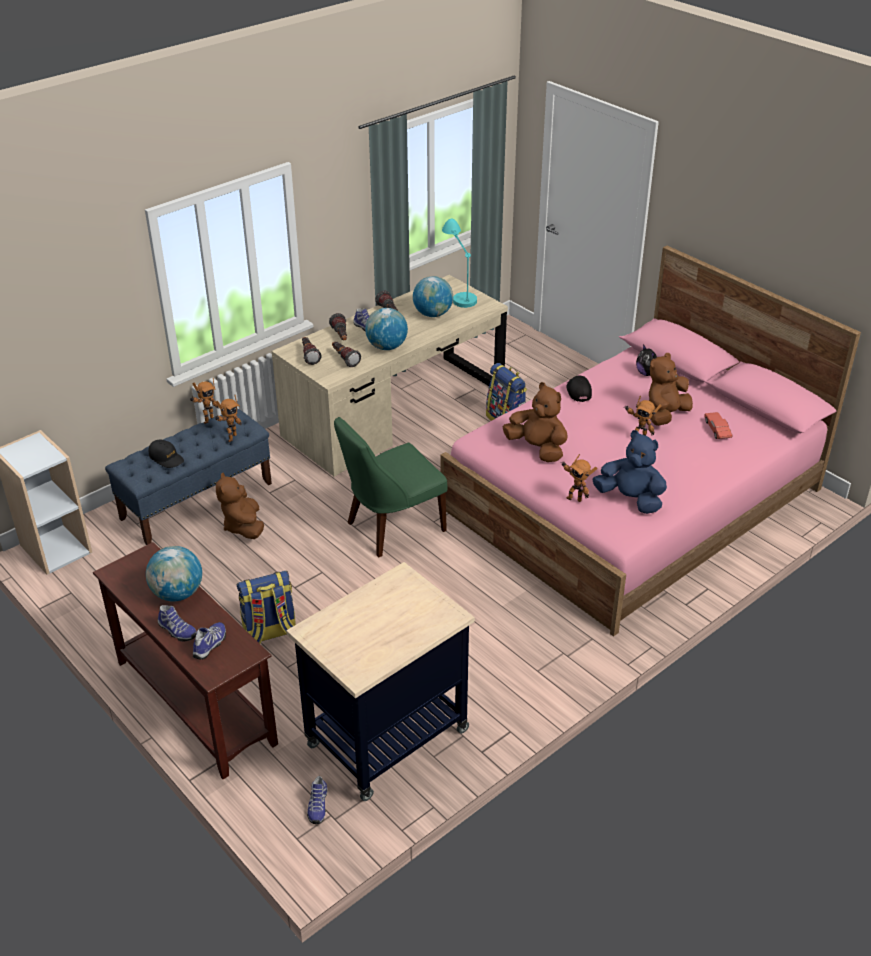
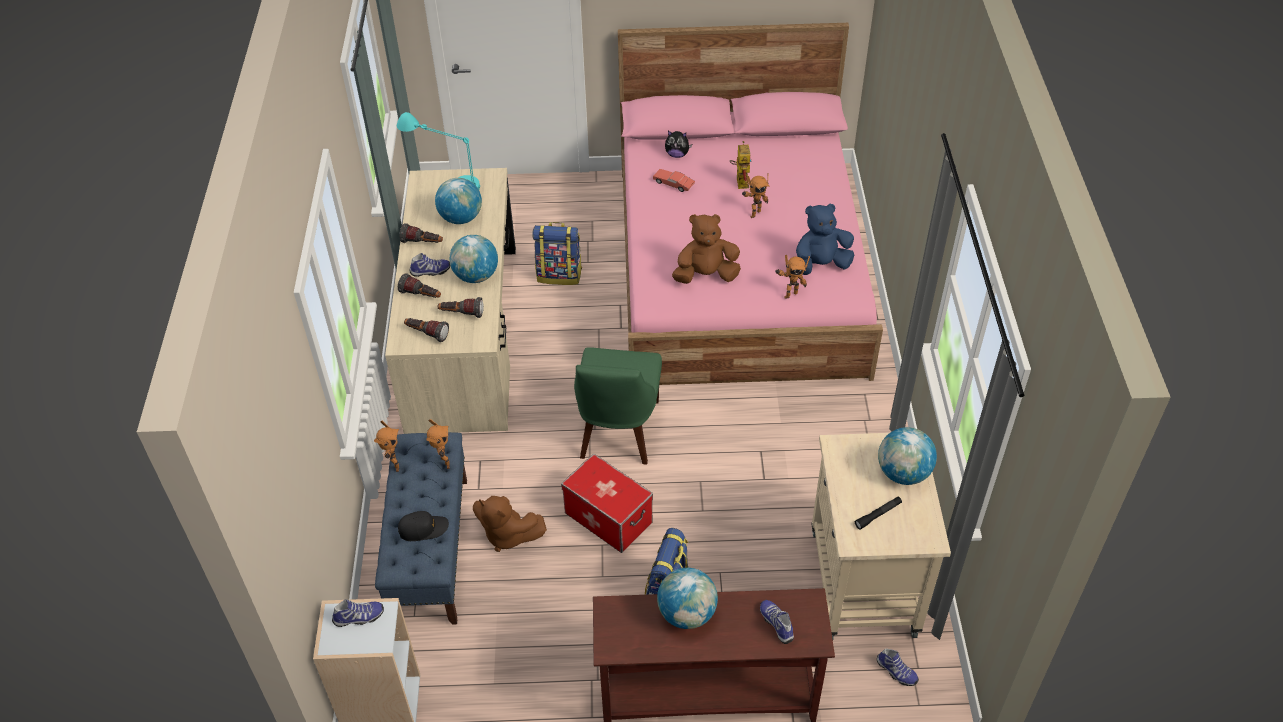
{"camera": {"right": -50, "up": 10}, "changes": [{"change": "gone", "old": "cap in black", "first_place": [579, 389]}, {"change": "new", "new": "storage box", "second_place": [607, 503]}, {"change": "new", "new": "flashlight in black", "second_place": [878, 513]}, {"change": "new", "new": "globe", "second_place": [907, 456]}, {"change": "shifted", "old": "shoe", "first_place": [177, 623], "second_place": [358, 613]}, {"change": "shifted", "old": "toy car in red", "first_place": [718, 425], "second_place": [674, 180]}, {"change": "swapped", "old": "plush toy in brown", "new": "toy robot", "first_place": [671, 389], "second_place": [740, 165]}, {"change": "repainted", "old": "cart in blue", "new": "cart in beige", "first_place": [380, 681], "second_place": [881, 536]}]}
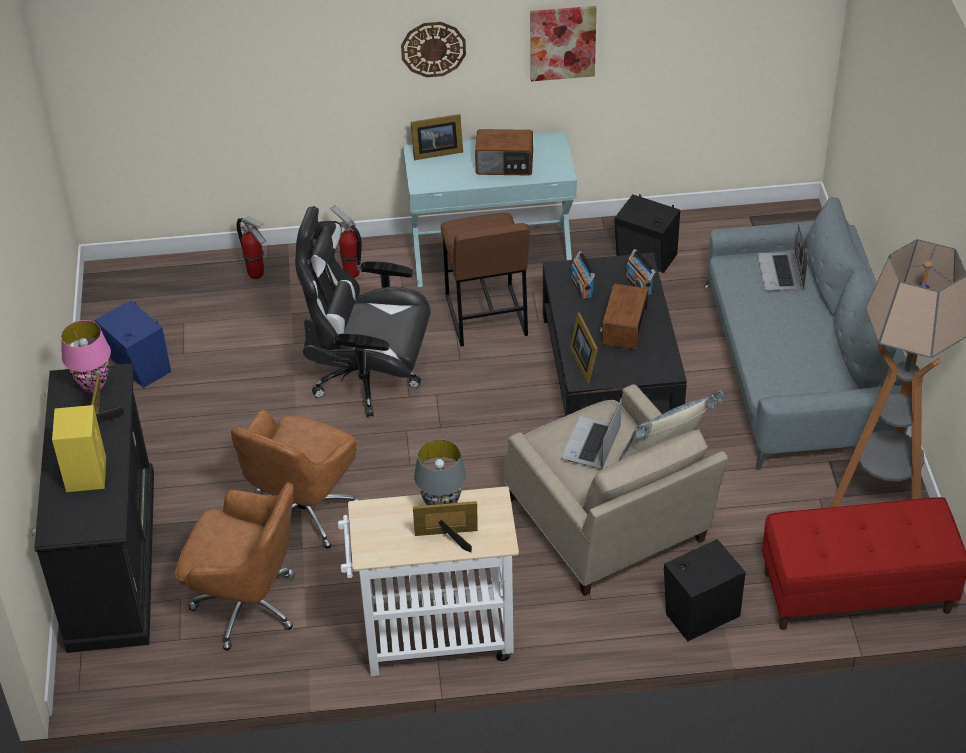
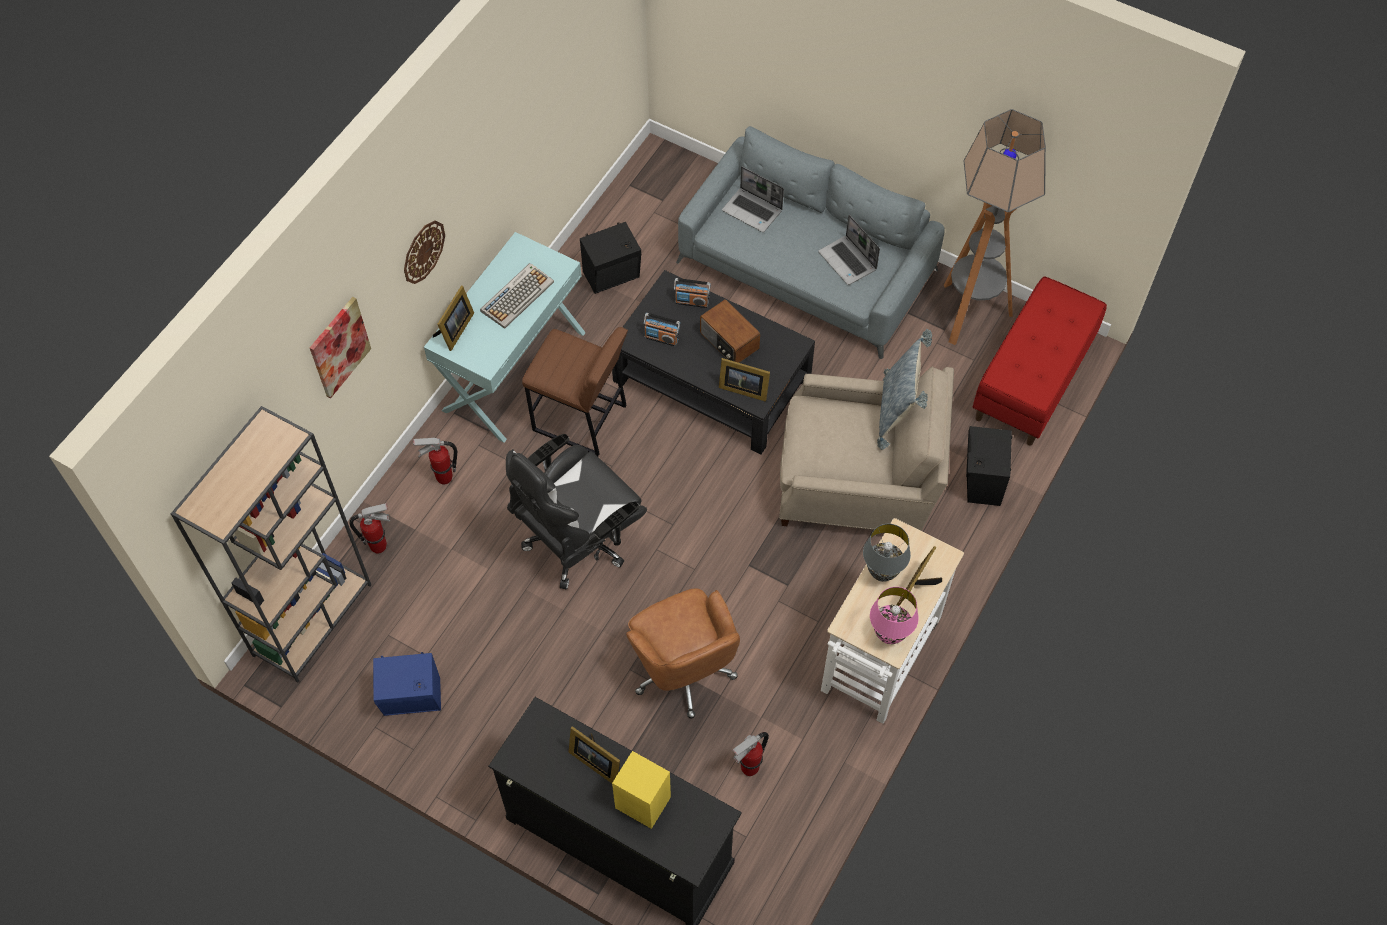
{"camera": {"right": -55, "up": 15}, "changes": [{"change": "new", "new": "bookcase", "second_place": [271, 544]}, {"change": "shifted", "old": "table lamp in pink", "first_place": [86, 356], "second_place": [894, 615]}, {"change": "shifted", "old": "picture", "first_place": [563, 43], "second_place": [340, 348]}, {"change": "shifted", "old": "laptop", "first_place": [591, 433], "second_place": [849, 250]}, {"change": "swapped", "old": "office chair in brown", "new": "fire extinguisher", "first_place": [234, 566], "second_place": [750, 754]}, {"change": "swapped", "old": "radio", "new": "keyboard", "first_place": [504, 152], "second_place": [517, 296]}]}
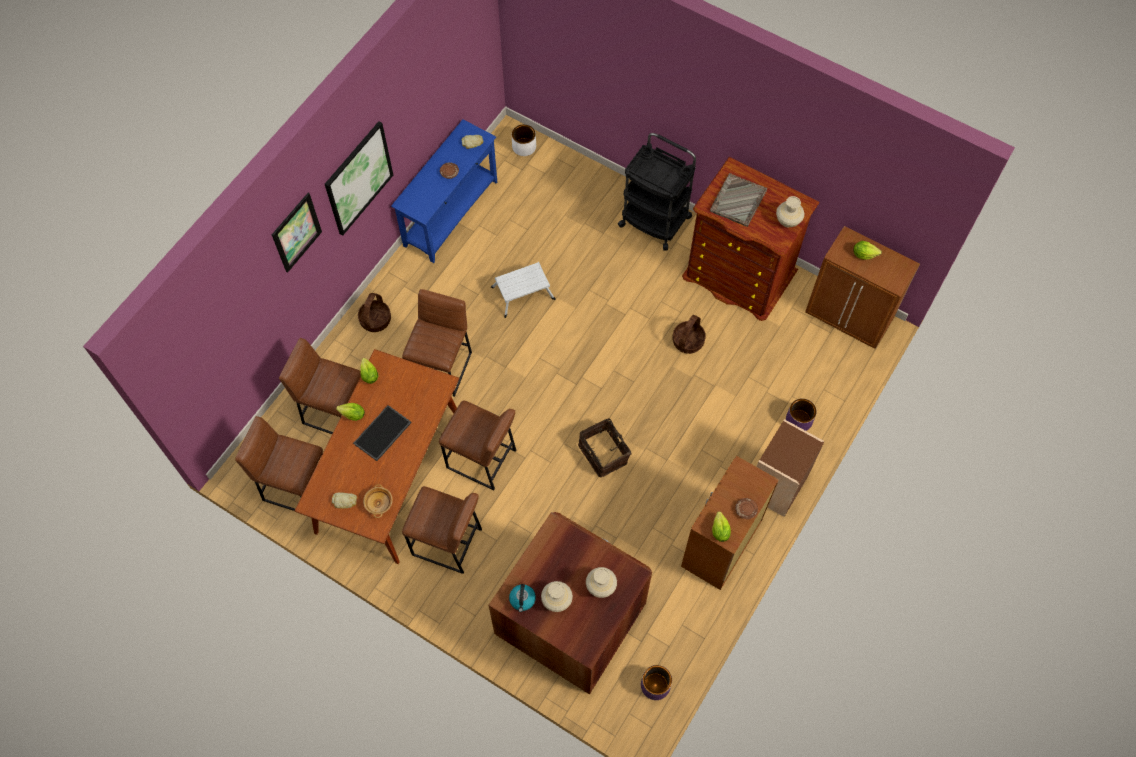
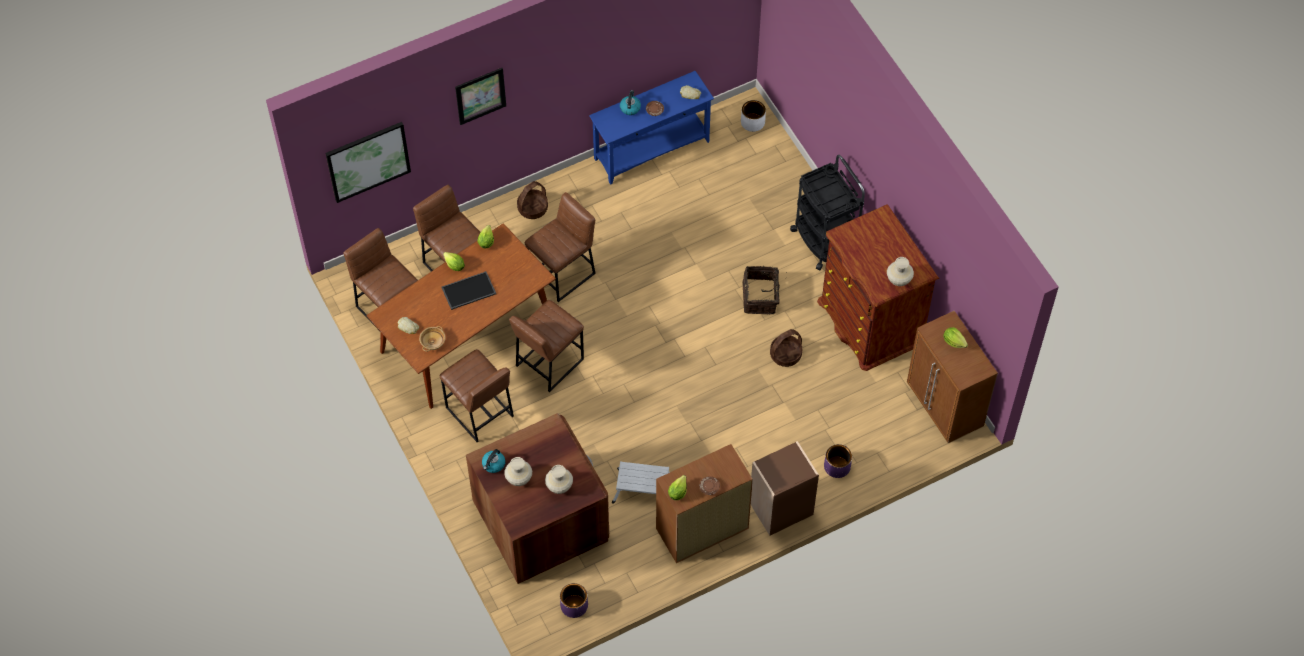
{"camera": {"right": 30, "up": -5}, "changes": [{"change": "gone", "old": "tray in grey", "first_place": [738, 200]}, {"change": "new", "new": "kettle", "second_place": [630, 102]}, {"change": "shifted", "old": "picture", "first_place": [359, 178], "second_place": [368, 162]}, {"change": "shifted", "old": "step ladder in white", "first_place": [523, 290], "second_place": [641, 482]}, {"change": "shifted", "old": "basket", "first_place": [605, 447], "second_place": [763, 290]}, {"change": "rotated", "old": "chair in brown", "first_place": [477, 445], "second_place": [546, 346], "degrees": 75}]}
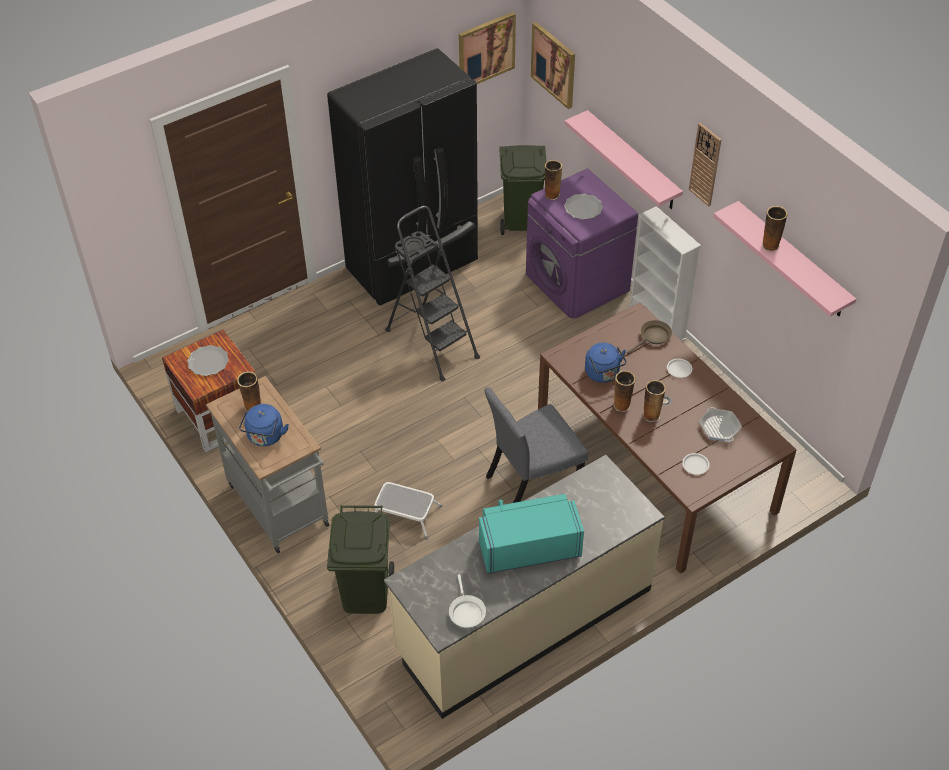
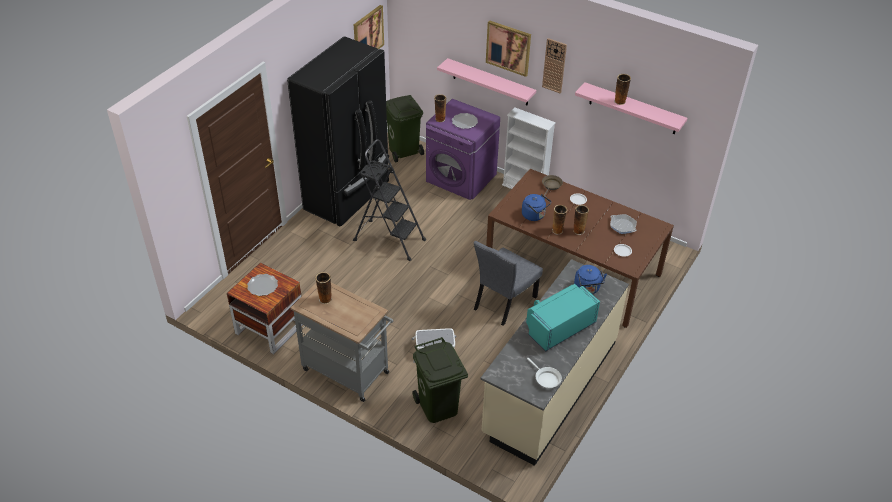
{"camera": {"right": -25, "up": -5}, "changes": [{"change": "shifted", "old": "kettle in blue", "first_place": [264, 425], "second_place": [590, 279]}, {"change": "shifted", "old": "picture", "first_place": [553, 65], "second_place": [508, 48]}]}
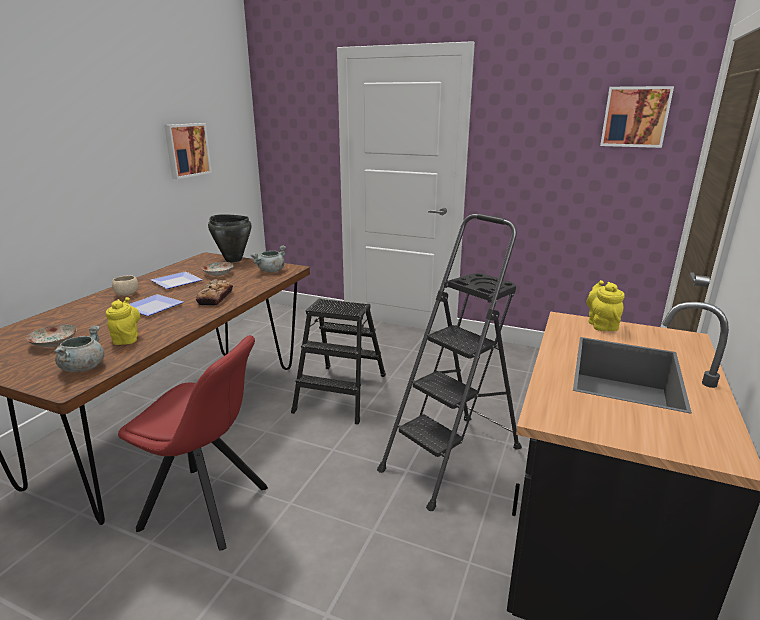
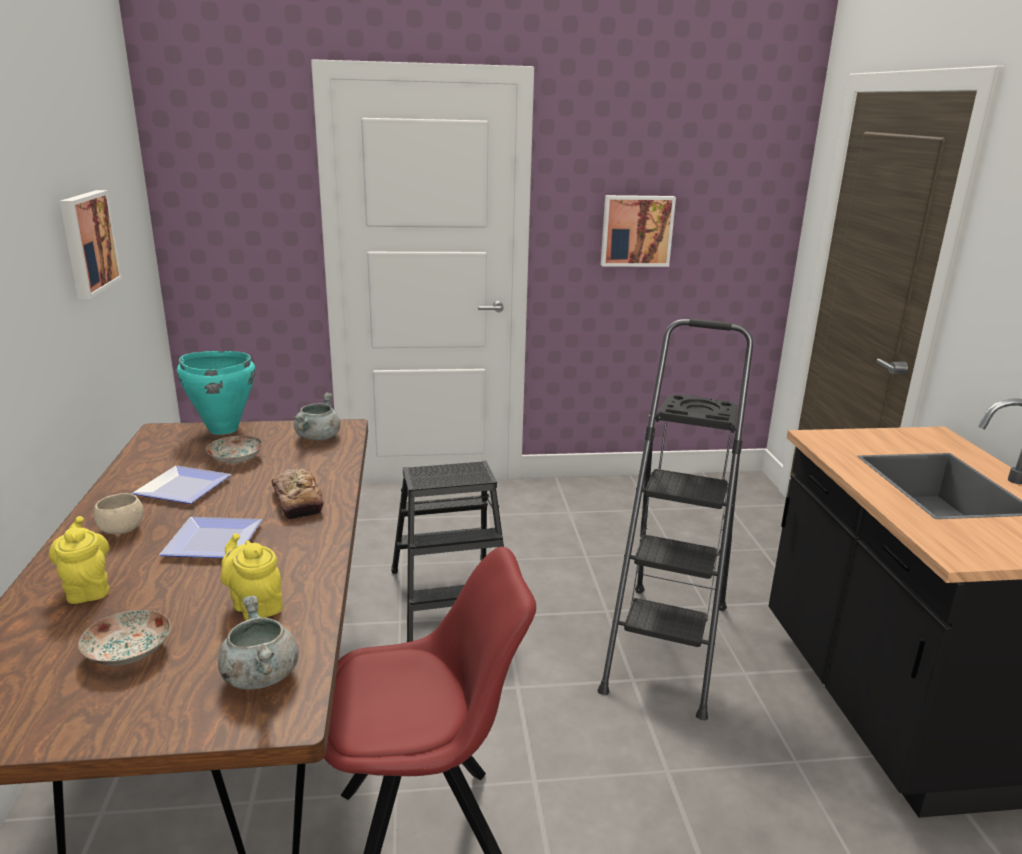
{"camera": {"right": -30, "up": 0}, "changes": [{"change": "shifted", "old": "teapot in yellow", "first_place": [605, 305], "second_place": [79, 560]}, {"change": "shifted", "old": "picture", "first_place": [637, 117], "second_place": [638, 231]}, {"change": "repainted", "old": "cooking pot in black", "new": "cooking pot in turquoise", "first_place": [230, 238], "second_place": [216, 393]}]}
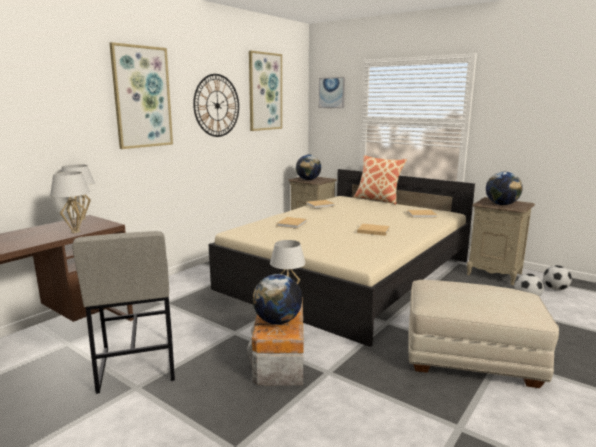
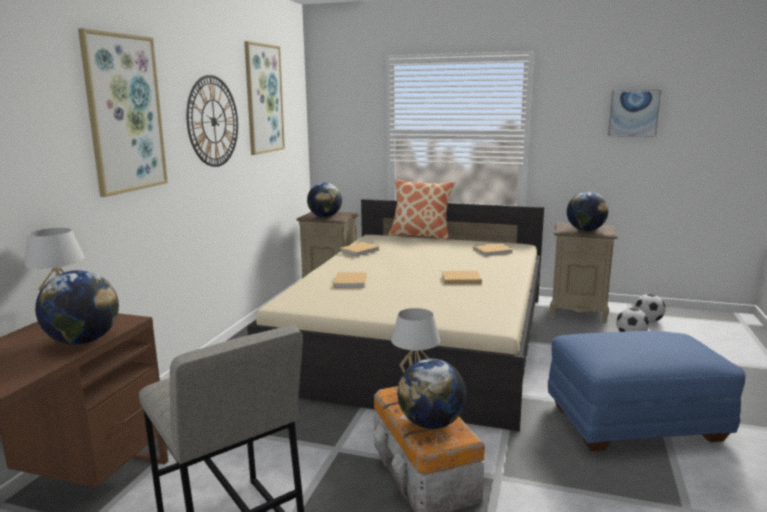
{"camera": {"right": -20, "up": 0}, "changes": [{"change": "shifted", "old": "picture", "first_place": [332, 92], "second_place": [634, 113]}, {"change": "swapped", "old": "table lamp in white", "new": "globe", "first_place": [70, 202], "second_place": [77, 307]}, {"change": "repainted", "old": "ottoman in beige", "new": "ottoman in blue", "first_place": [483, 334], "second_place": [647, 391]}]}
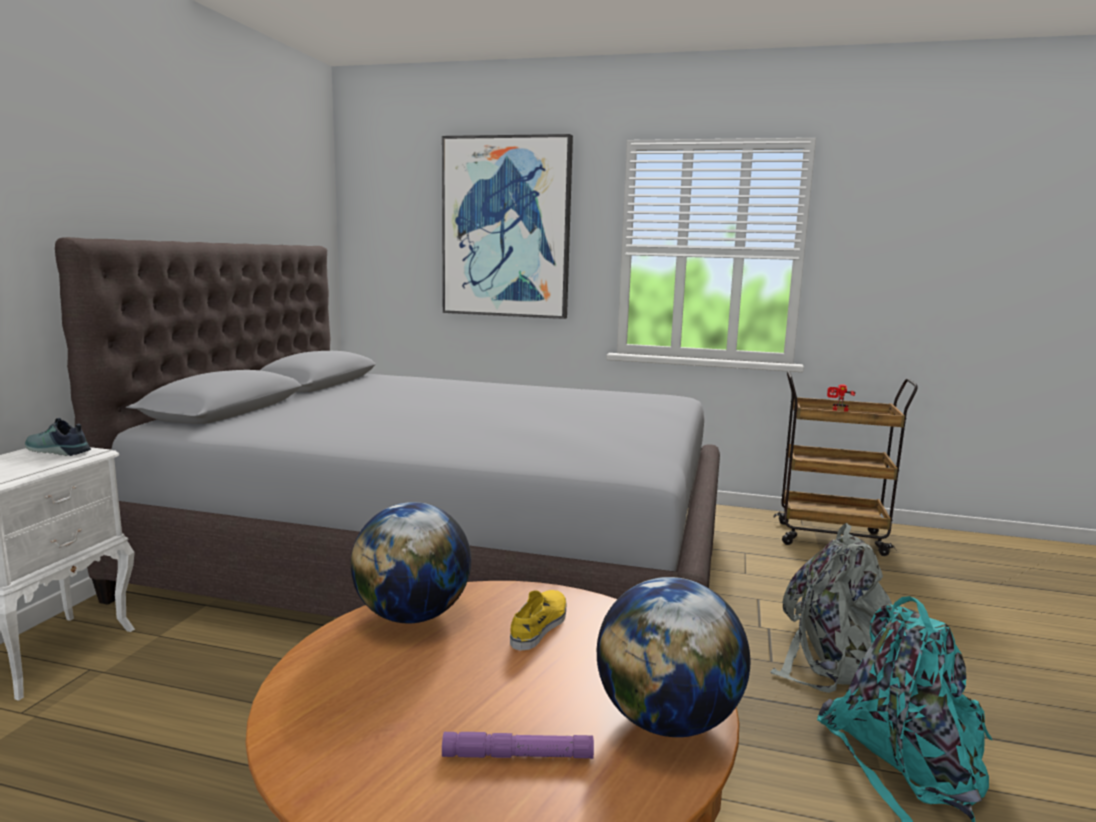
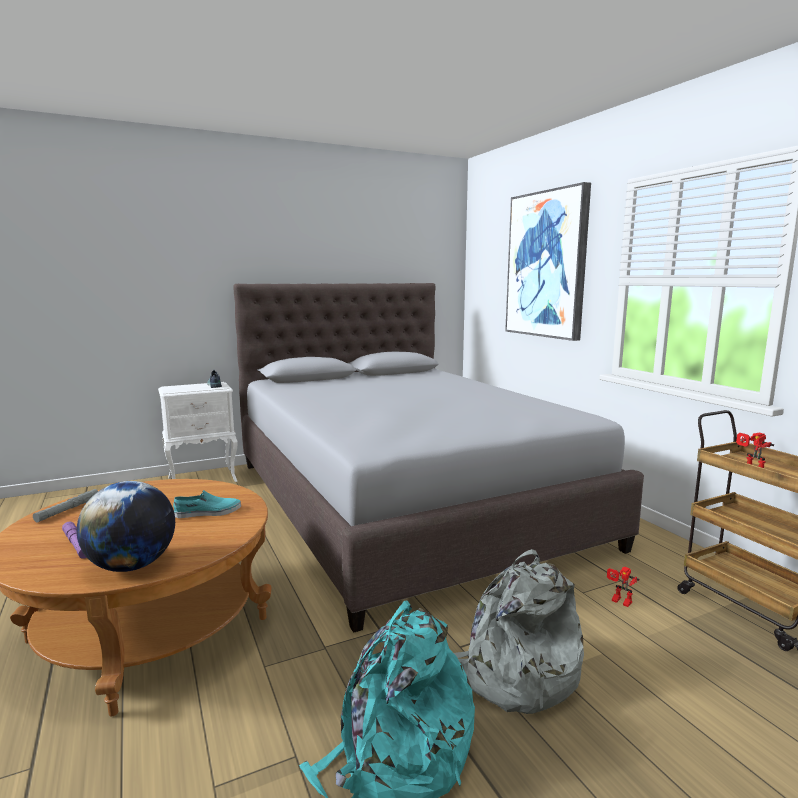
{"camera": {"right": 50, "up": 0}, "changes": [{"change": "gone", "old": "globe", "first_place": [410, 562]}, {"change": "new", "new": "flashlight in grey", "second_place": [65, 505]}, {"change": "new", "new": "toy robot", "second_place": [623, 587]}, {"change": "repainted", "old": "shoe in yellow", "new": "shoe in turquoise", "first_place": [538, 620], "second_place": [207, 504]}]}
